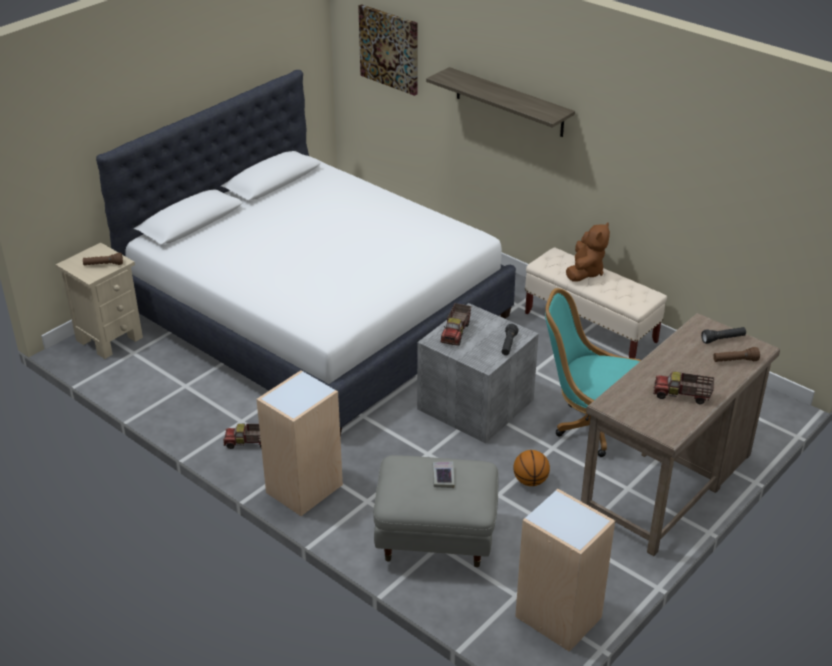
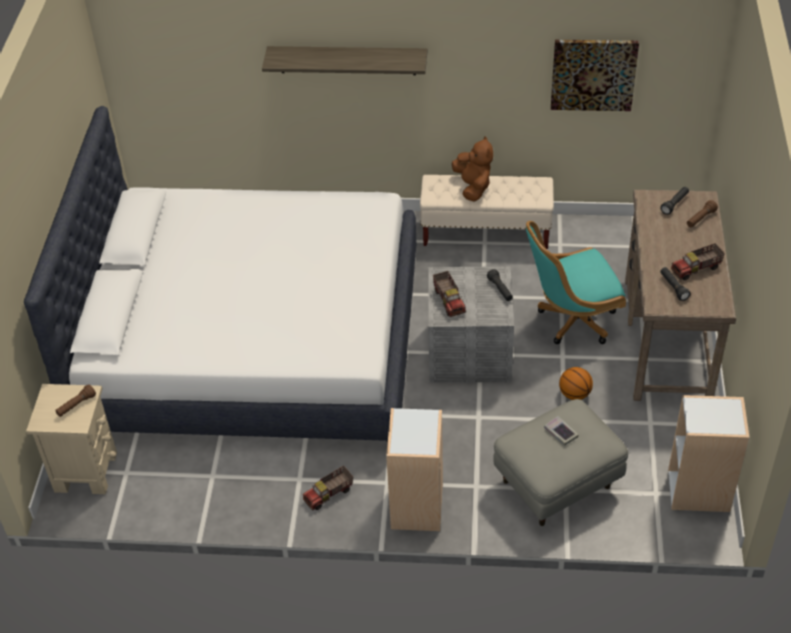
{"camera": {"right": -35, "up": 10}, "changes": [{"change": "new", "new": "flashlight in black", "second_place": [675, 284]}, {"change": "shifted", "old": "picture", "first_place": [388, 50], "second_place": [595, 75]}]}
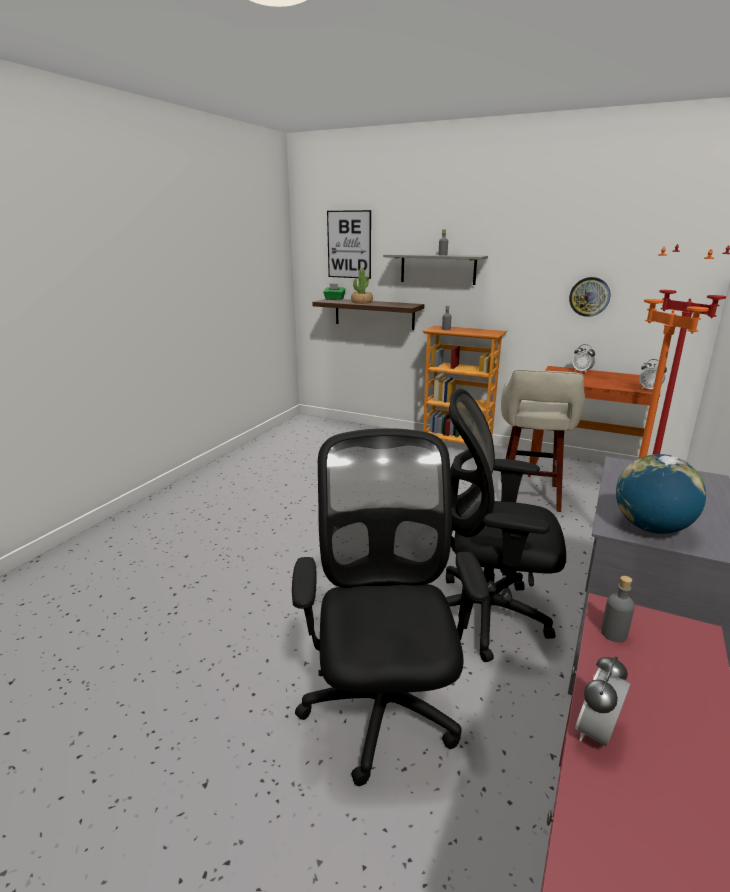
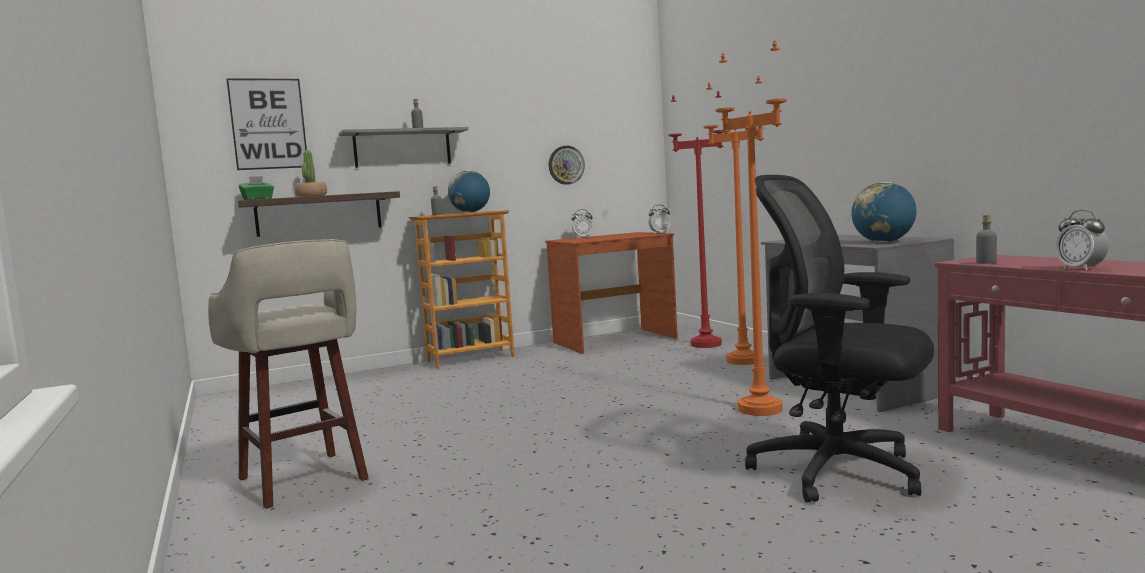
{"camera": {"right": -50, "up": -15}, "changes": [{"change": "new", "new": "globe", "second_place": [469, 191]}, {"change": "shifted", "old": "stool in beige", "first_place": [543, 440], "second_place": [288, 374]}, {"change": "swapped", "old": "office chair in black", "new": "floor lamp in orange", "first_place": [506, 525], "second_place": [751, 228]}]}
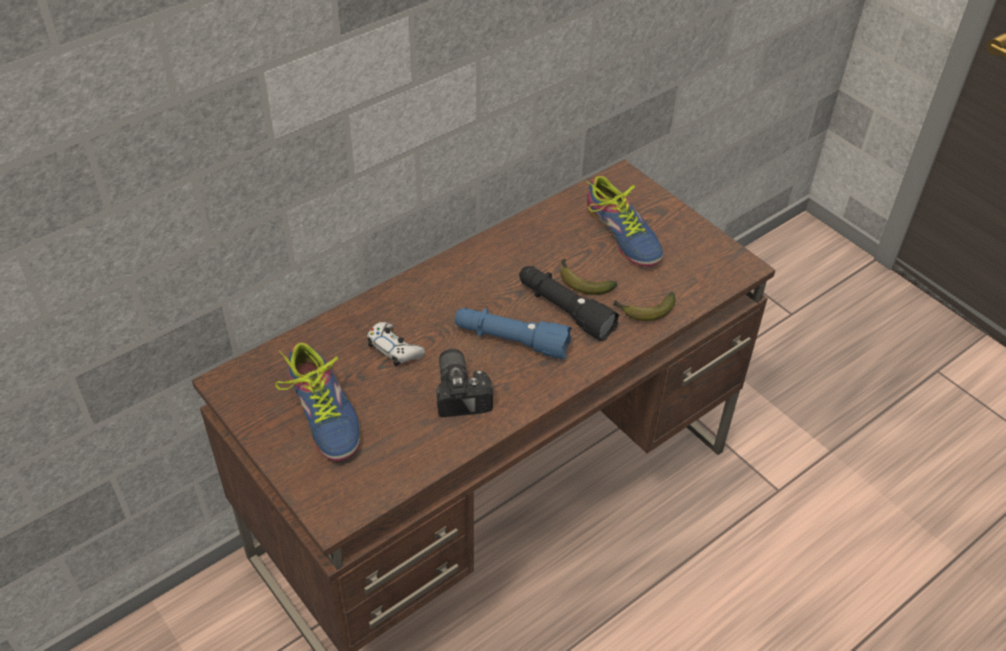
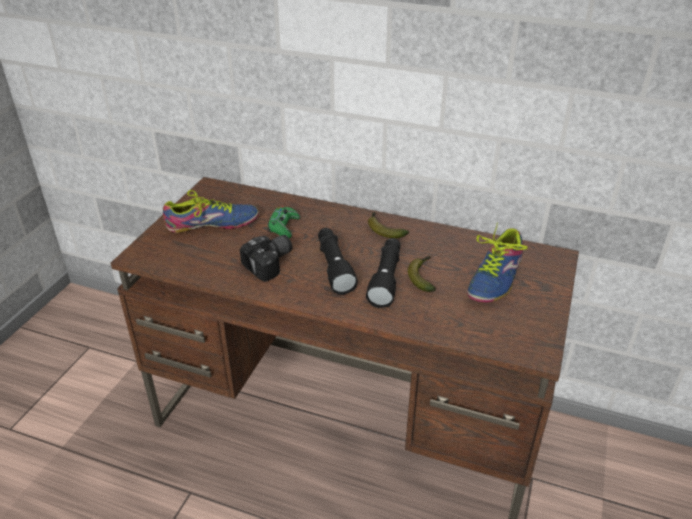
{"camera": {"right": 60, "up": -10}, "changes": [{"change": "shifted", "old": "banana", "first_place": [644, 306], "second_place": [388, 225]}, {"change": "repainted", "old": "game controller in white", "new": "game controller in green", "first_place": [396, 344], "second_place": [283, 222]}, {"change": "repainted", "old": "flashlight in blue", "new": "flashlight in black", "first_place": [513, 333], "second_place": [338, 261]}, {"change": "rotated", "old": "shoe", "first_place": [317, 401], "second_place": [211, 211], "degrees": -135}]}
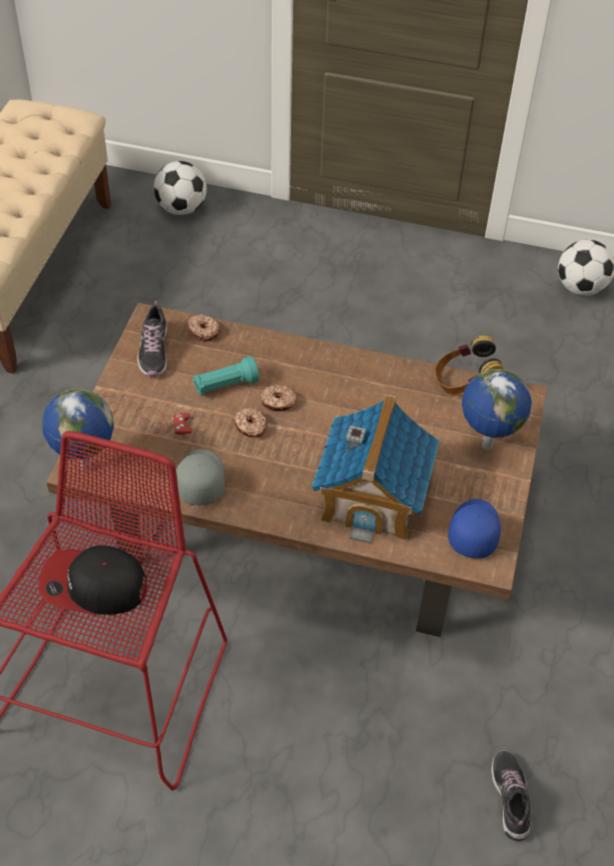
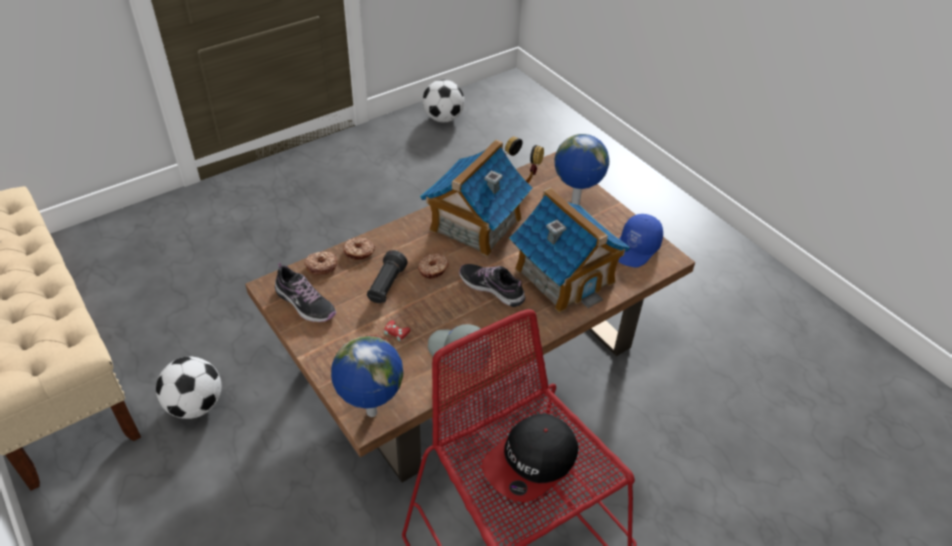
{"camera": {"right": -50, "up": -5}, "changes": [{"change": "new", "new": "toy house", "second_place": [476, 198]}, {"change": "shifted", "old": "football", "first_place": [180, 188], "second_place": [189, 388]}, {"change": "shifted", "old": "donut", "first_place": [250, 422], "second_place": [359, 248]}, {"change": "shifted", "old": "shoe", "first_place": [511, 795], "second_place": [492, 285]}, {"change": "repainted", "old": "flashlight in turquoise", "new": "flashlight in black", "first_place": [226, 376], "second_place": [387, 276]}, {"change": "rotated", "old": "cap in blue", "first_place": [474, 528], "second_place": [640, 240], "degrees": -105}]}
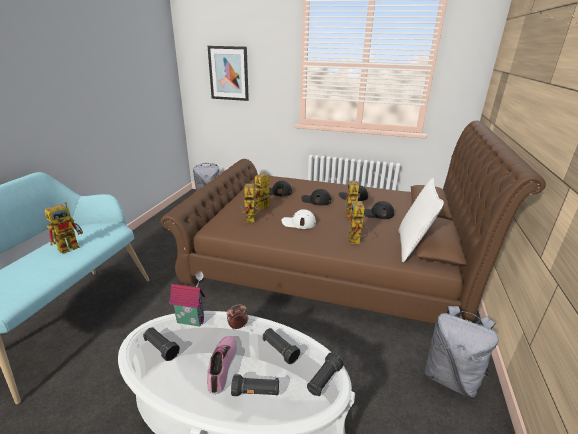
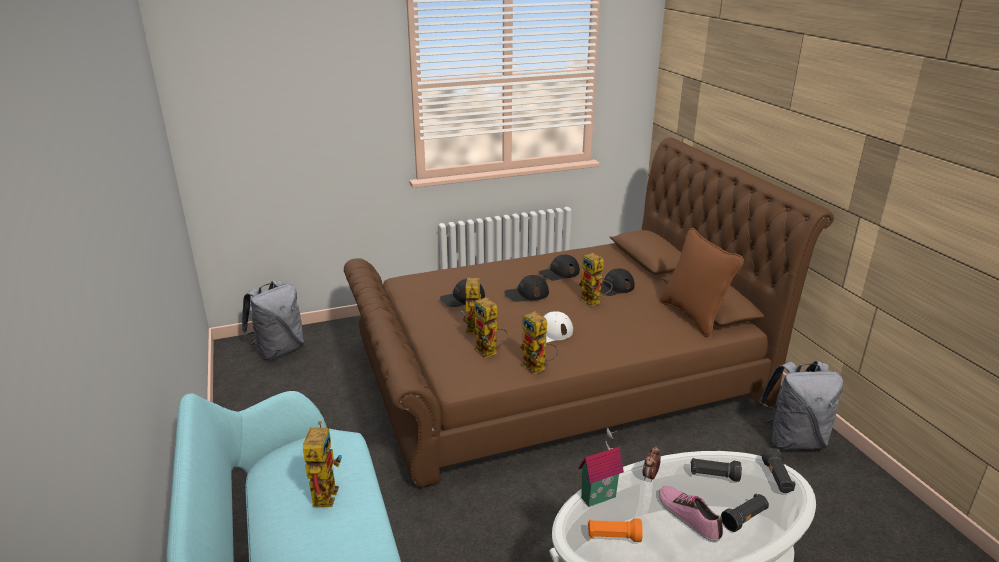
{"camera": {"right": -35, "up": 0}, "changes": [{"change": "gone", "old": "picture", "first_place": [228, 73]}, {"change": "shifted", "old": "toy robot", "first_place": [358, 222], "second_place": [539, 342]}, {"change": "repainted", "old": "flashlight in black", "new": "flashlight in orange", "first_place": [161, 344], "second_place": [615, 530]}, {"change": "repainted", "old": "pillow in white", "new": "pillow in brown", "first_place": [421, 220], "second_place": [702, 282]}]}
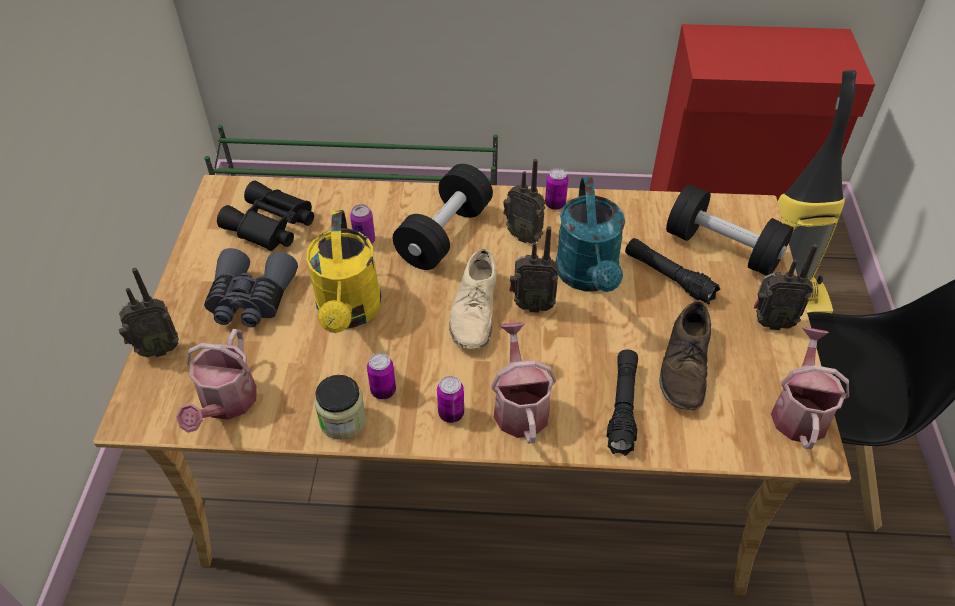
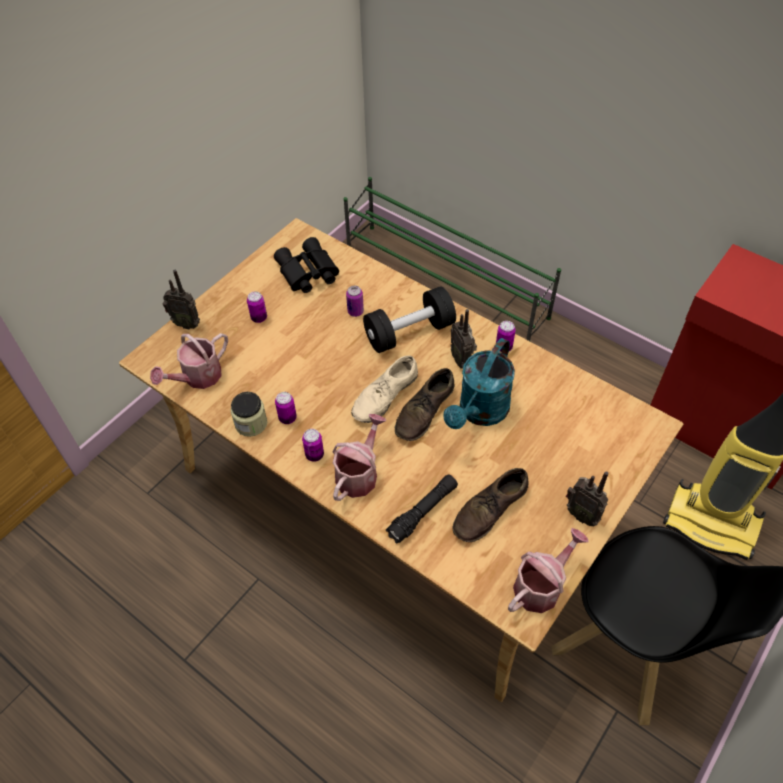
{"camera": {"right": 35, "up": 5}, "changes": [{"change": "gone", "old": "watering can in yellow", "first_place": [343, 271]}, {"change": "gone", "old": "flashlight in black", "first_place": [672, 271]}, {"change": "gone", "old": "dumbbell in black", "first_place": [730, 230]}, {"change": "swapped", "old": "binoculars in grey", "new": "can", "first_place": [251, 287], "second_place": [257, 307]}, {"change": "swapped", "old": "radio", "new": "shoe in brown", "first_place": [534, 269], "second_place": [425, 404]}]}
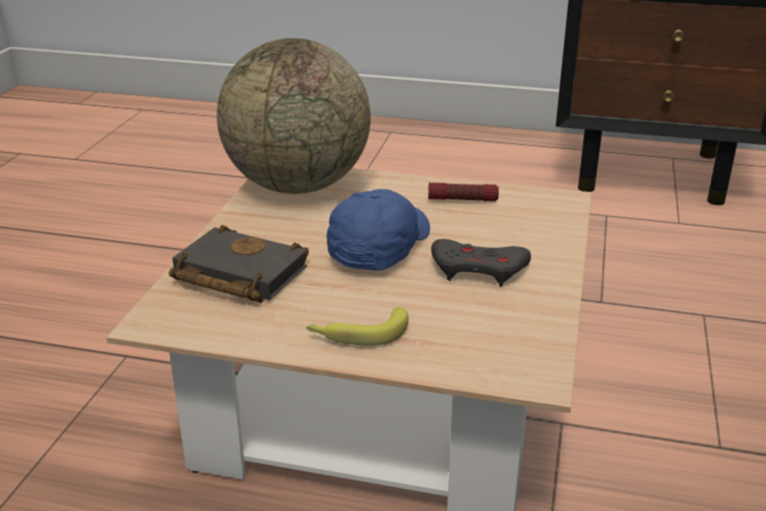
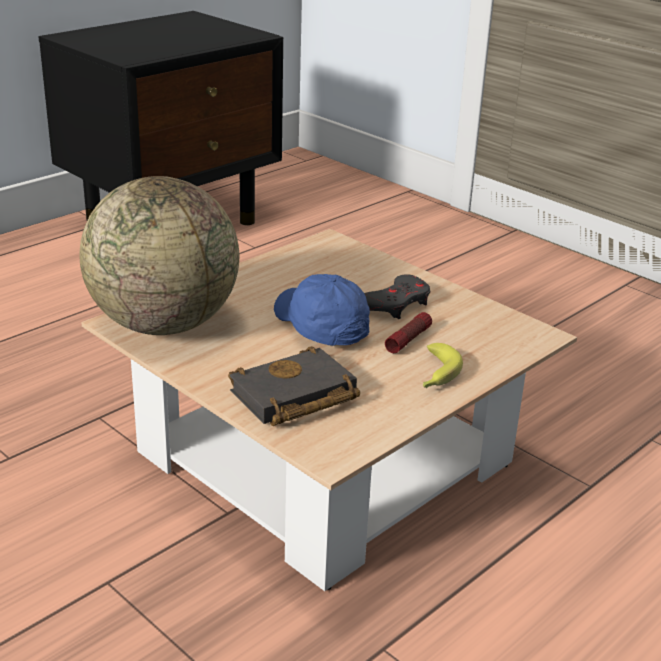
{"camera": {"right": -60, "up": 0}, "changes": [{"change": "shifted", "old": "flashlight", "first_place": [463, 192], "second_place": [408, 332]}]}
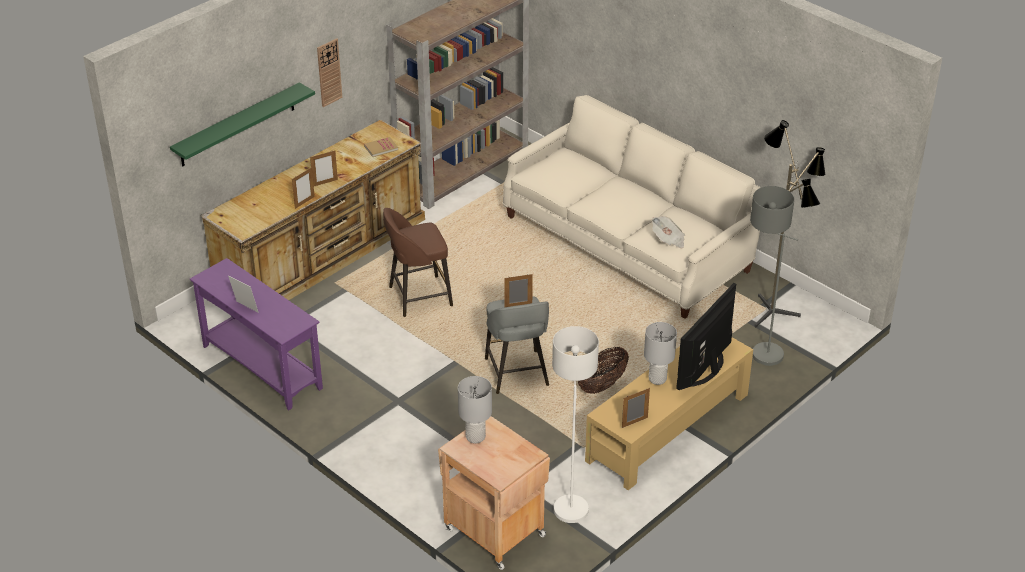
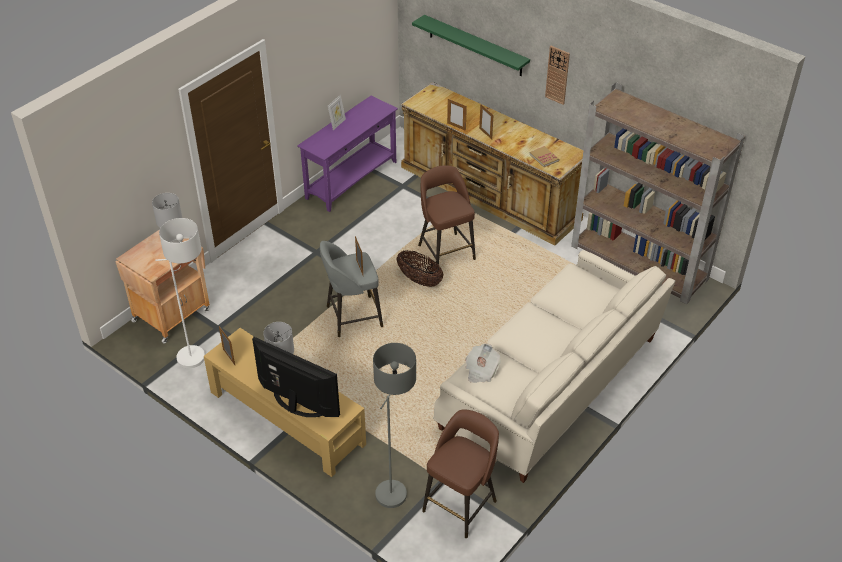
{"camera": {"right": 85, "up": 5}, "changes": [{"change": "shifted", "old": "basket", "first_place": [603, 370], "second_place": [420, 268]}, {"change": "swapped", "old": "floor lamp", "new": "stool in brown", "first_place": [789, 223], "second_place": [460, 473]}]}
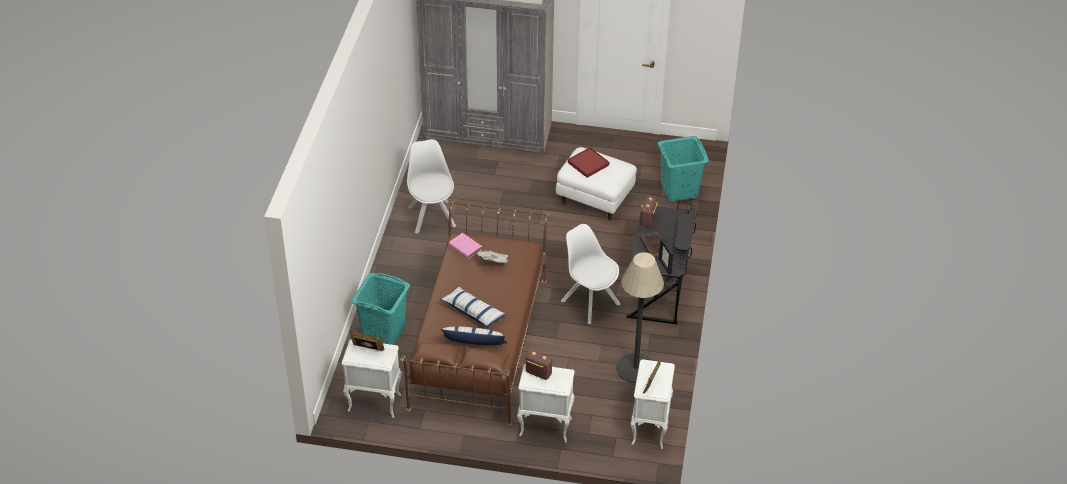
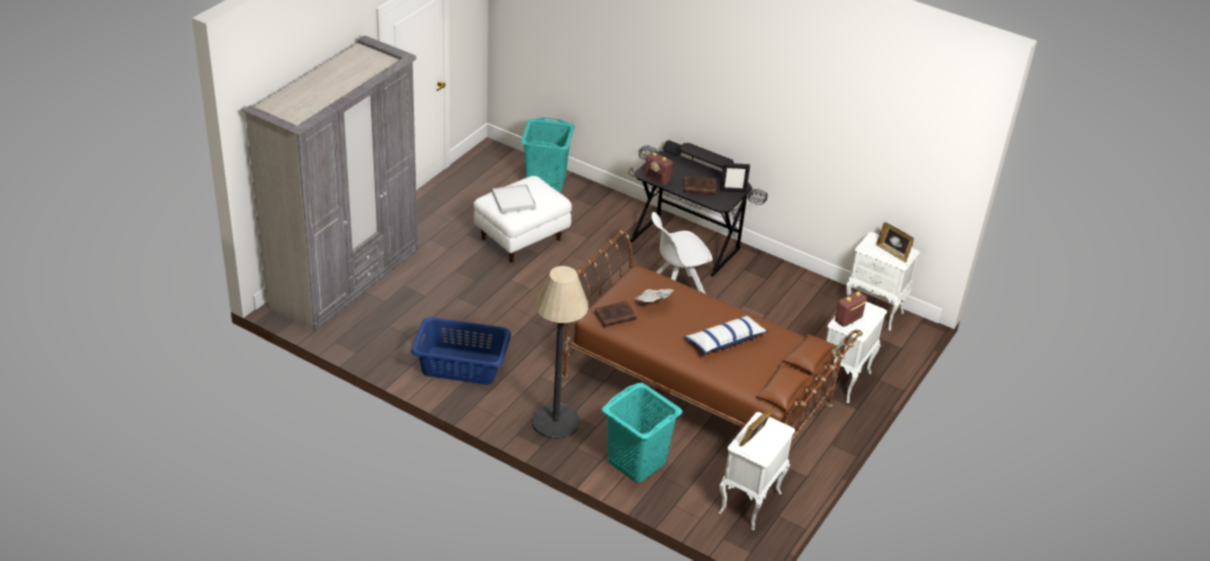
{"camera": {"right": -70, "up": -5}, "changes": [{"change": "gone", "old": "pillow", "first_place": [474, 336]}, {"change": "shifted", "old": "floor lamp", "first_place": [640, 317], "second_place": [560, 352]}, {"change": "swapped", "old": "chair in white", "new": "laundry basket in blue", "first_place": [431, 186], "second_place": [461, 351]}, {"change": "repainted", "old": "book in pink", "new": "book in brown", "first_place": [465, 246], "second_place": [615, 314]}, {"change": "repainted", "old": "tray in red", "new": "tray in white", "first_place": [588, 162], "second_place": [514, 198]}]}
